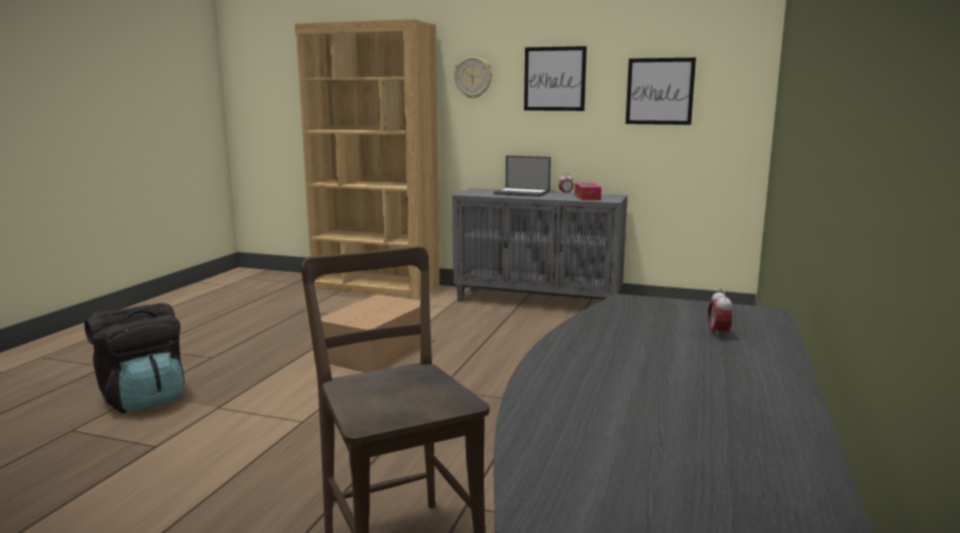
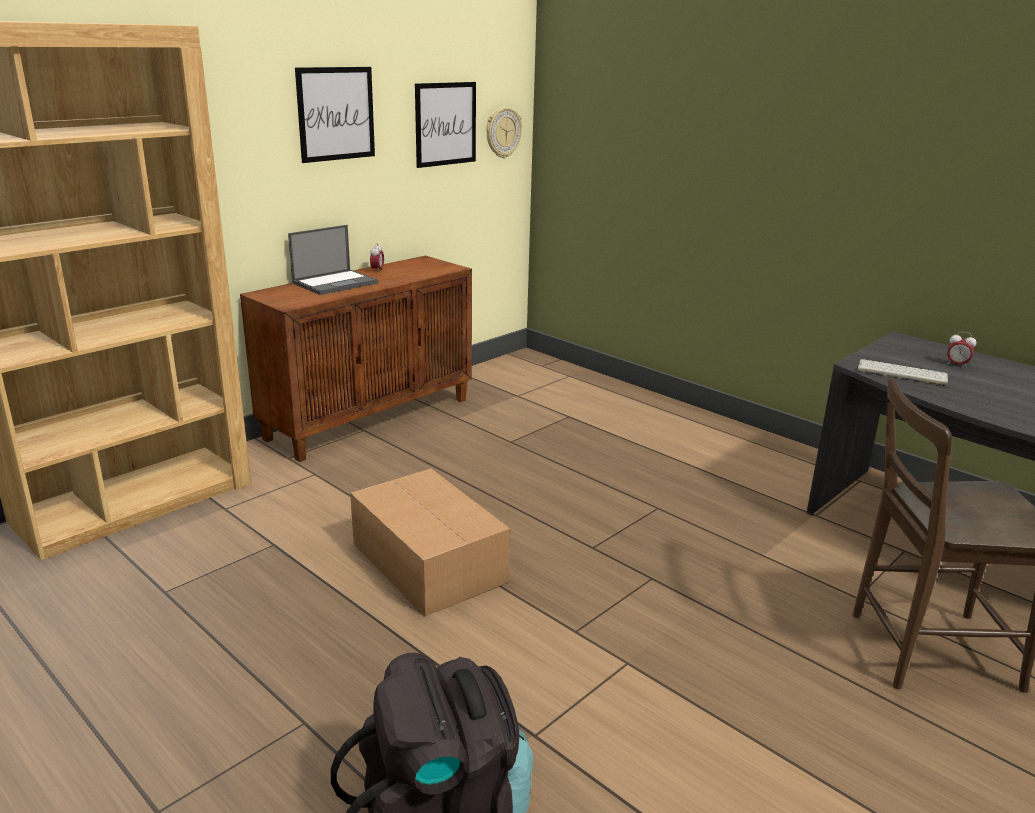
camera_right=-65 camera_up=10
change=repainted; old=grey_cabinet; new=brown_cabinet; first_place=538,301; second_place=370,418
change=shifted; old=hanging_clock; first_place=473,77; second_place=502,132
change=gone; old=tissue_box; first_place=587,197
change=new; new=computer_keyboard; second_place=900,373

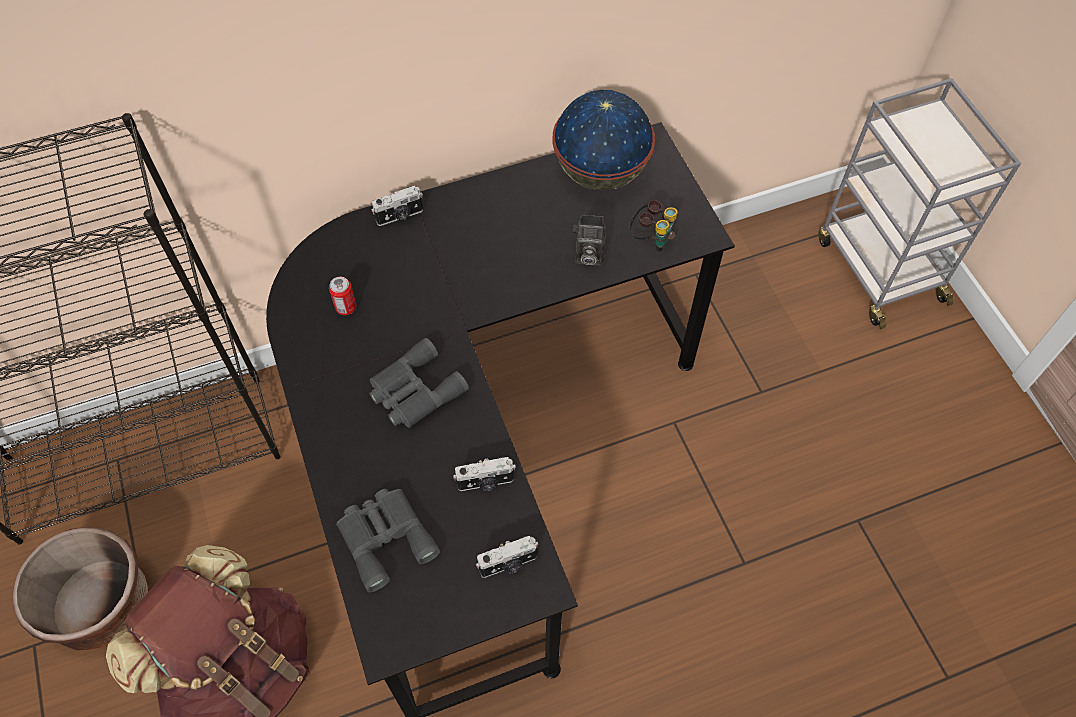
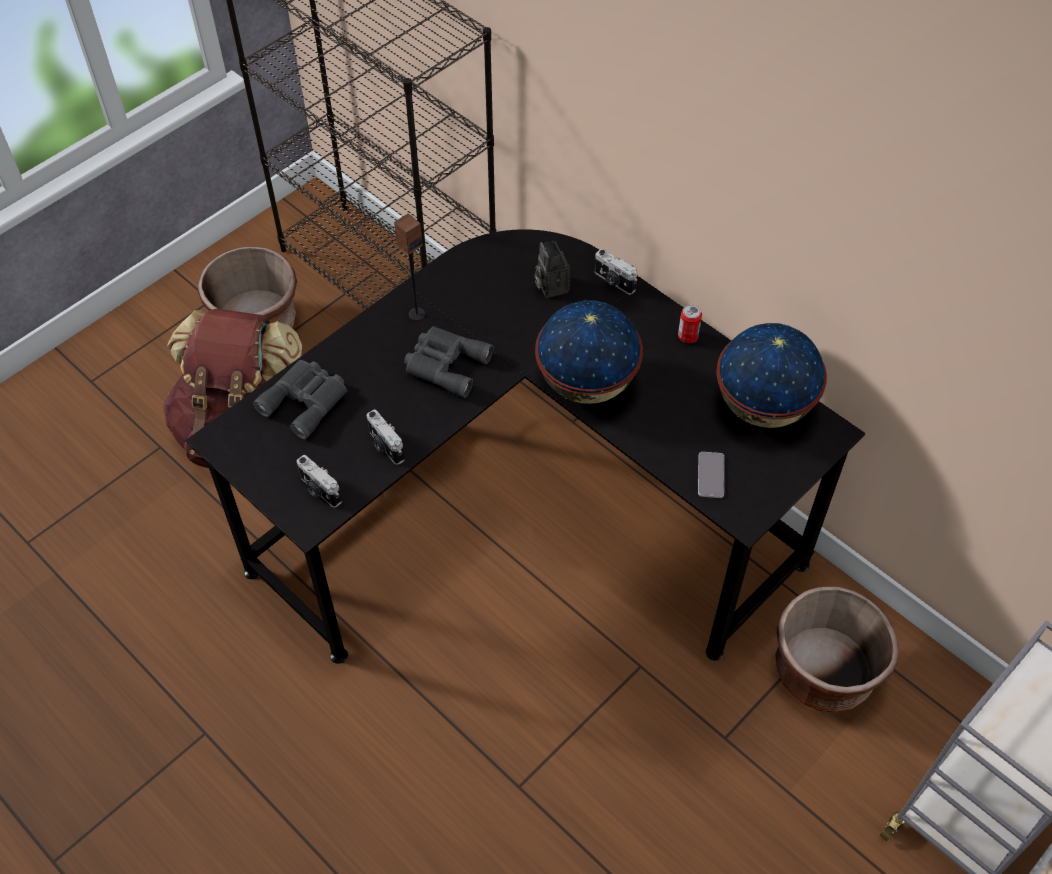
camera_right=65 camera_up=-5
change=shifted; old=metal_can; first_place=346,307; second_place=688,336
change=shifted; old=photo_camera; first_place=587,256; second_place=550,285
change=swapped; old=pair_of_binoculars; new=phone; first_place=652,239; second_place=711,475
change=new; new=speaker; second_place=416,314
change=new; new=desk_globe; second_place=587,383
change=new; new=brown_flower_pot; second_place=823,672

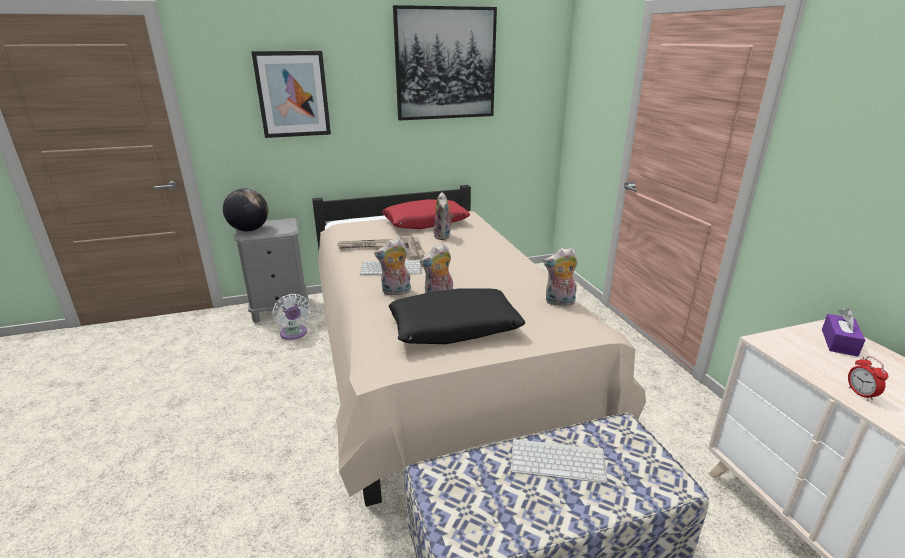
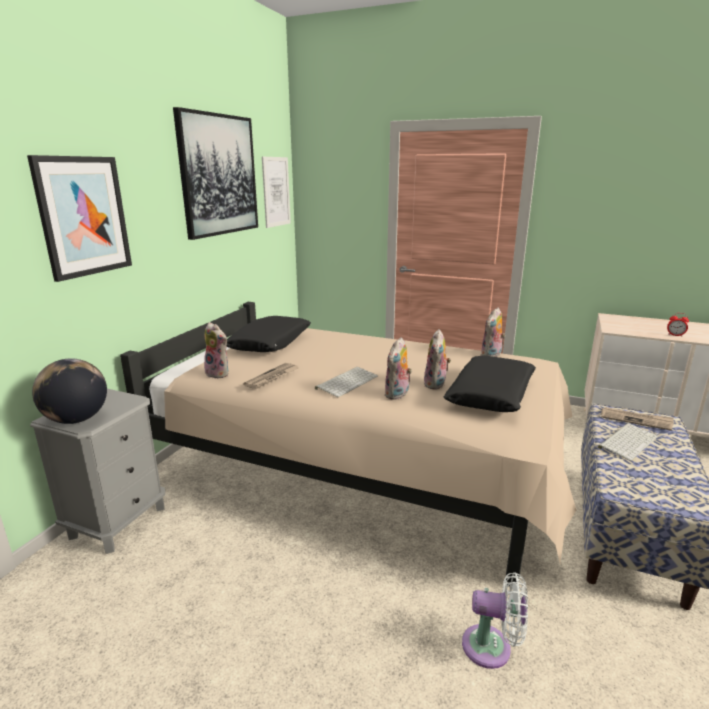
camera_right=-50 camera_up=-5
change=shifted; old=whitish_electric_fan; first_place=294,334; second_place=492,647
change=repainted; old=red_throw_pillow; new=black-coloured_throw_pillow; first_place=425,223; second_place=270,343
change=shifted; old=newspaper; first_place=413,249; second_place=636,420
change=shifted; old=soft_toy; first_place=443,236; second_place=219,373
change=gone; old=purplish_tissue_box; first_place=839,342
change=new; new=wall_art; second_place=276,192

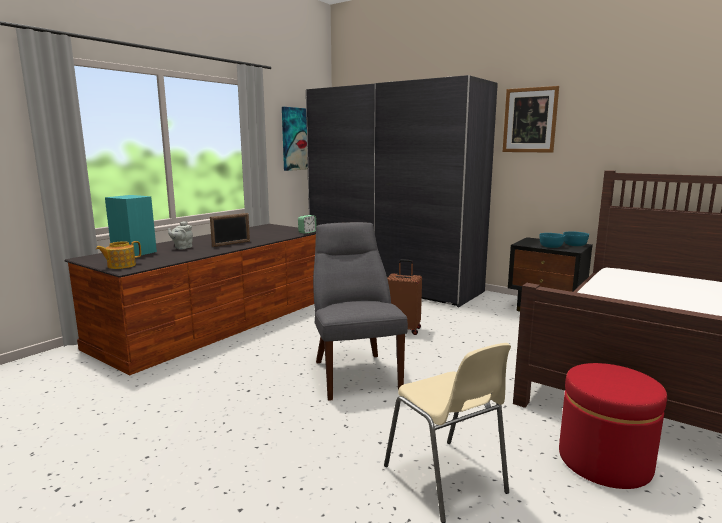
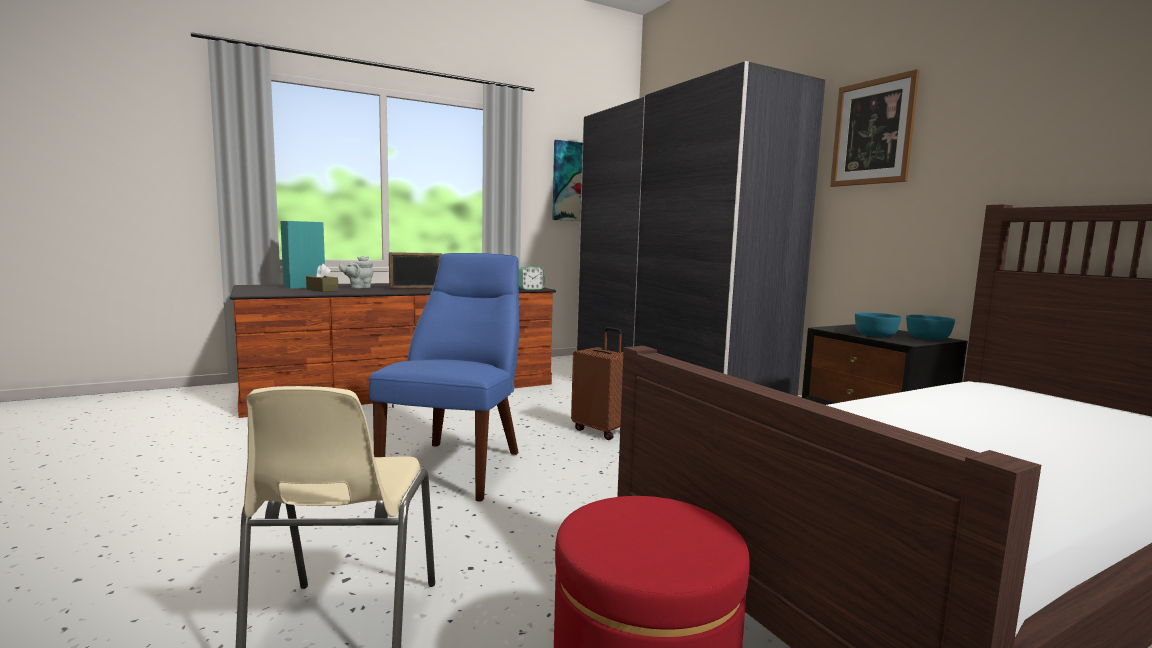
camera_right=25 camera_up=-5
change=gone; old=teapot; first_place=120,266
change=repainted; old=grey_plain_chair; new=blue-coloured_plain_chair; first_place=355,373; second_place=457,466
change=new; new=brown_tissue_box; second_place=322,290

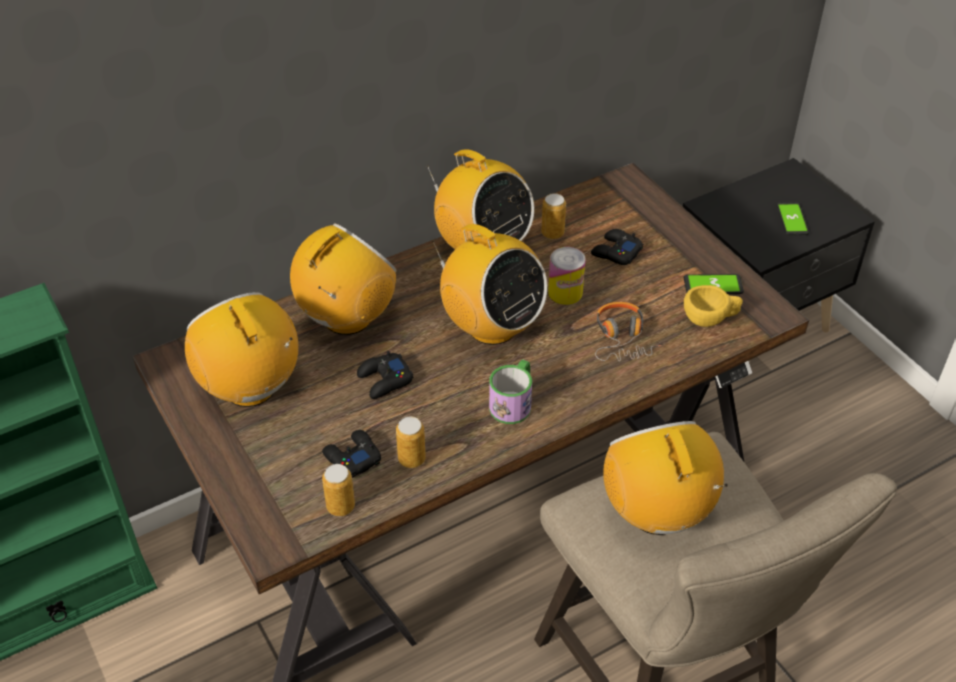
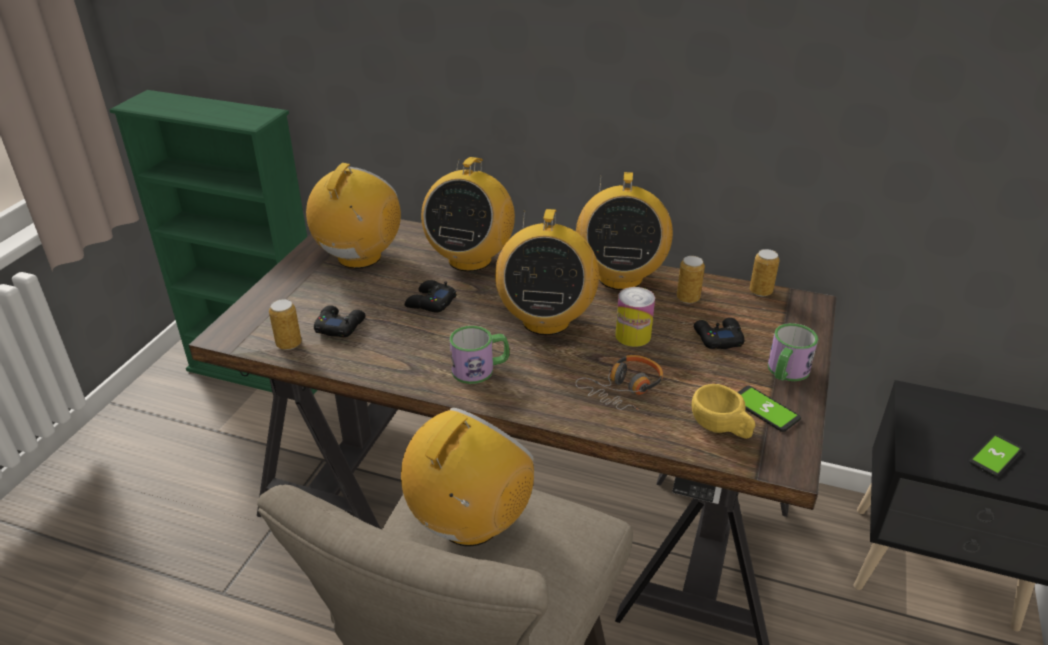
camera_right=50 camera_up=-10
change=rotated; old=radio_set; first_place=347,318; second_place=470,259; degrees=105
change=shifted; old=metal_can; first_place=411,459; second_place=760,291
change=new; new=mug; second_place=785,372

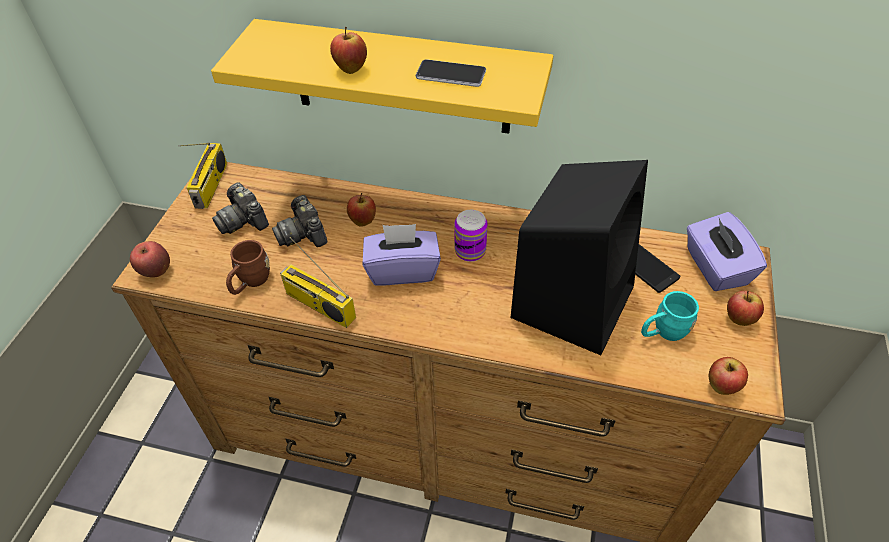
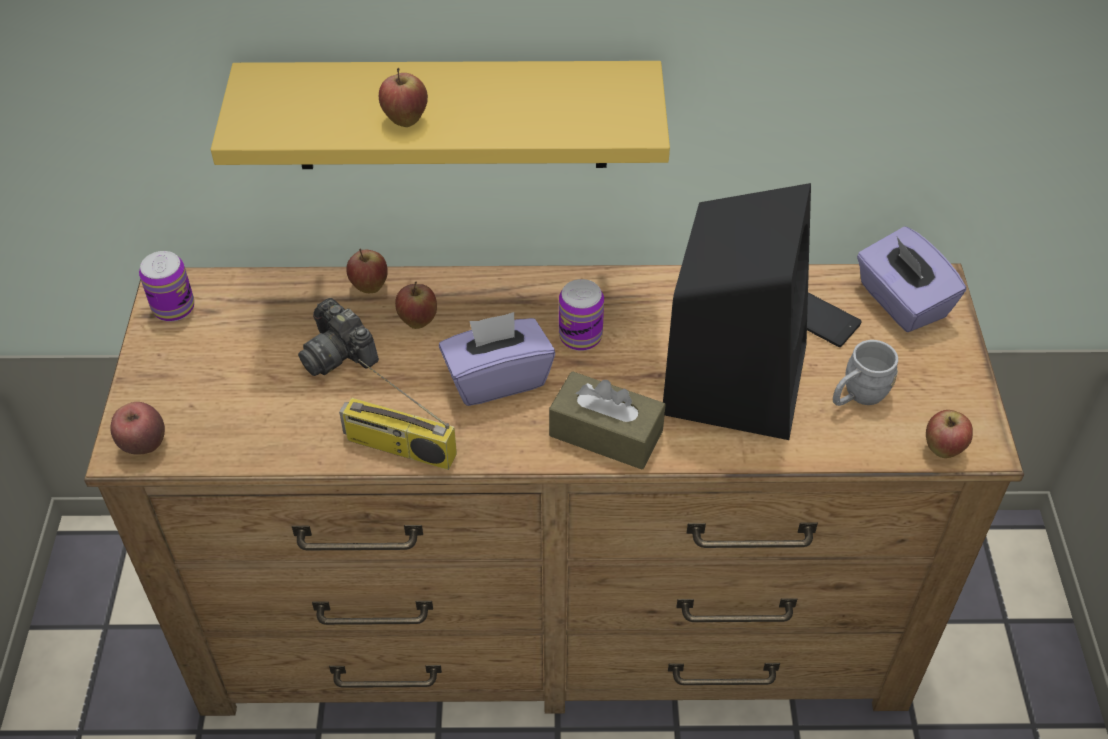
camera_right=-15 camera_up=0
change=swapped; old=radio_set; new=metal_can; first_place=212,186; second_place=173,308
change=gone; old=photo_camera; first_place=243,220
change=gone; old=brown_mug; first_place=250,282
change=gone; old=phone; first_place=451,74
change=repainted; old=turquoise_mug; new=grey_mug; first_place=663,332; second_place=857,396
change=shifted; old=apple_fruit; first_place=738,319; second_place=369,287
change=new; new=brown_tissue_box; second_place=606,433

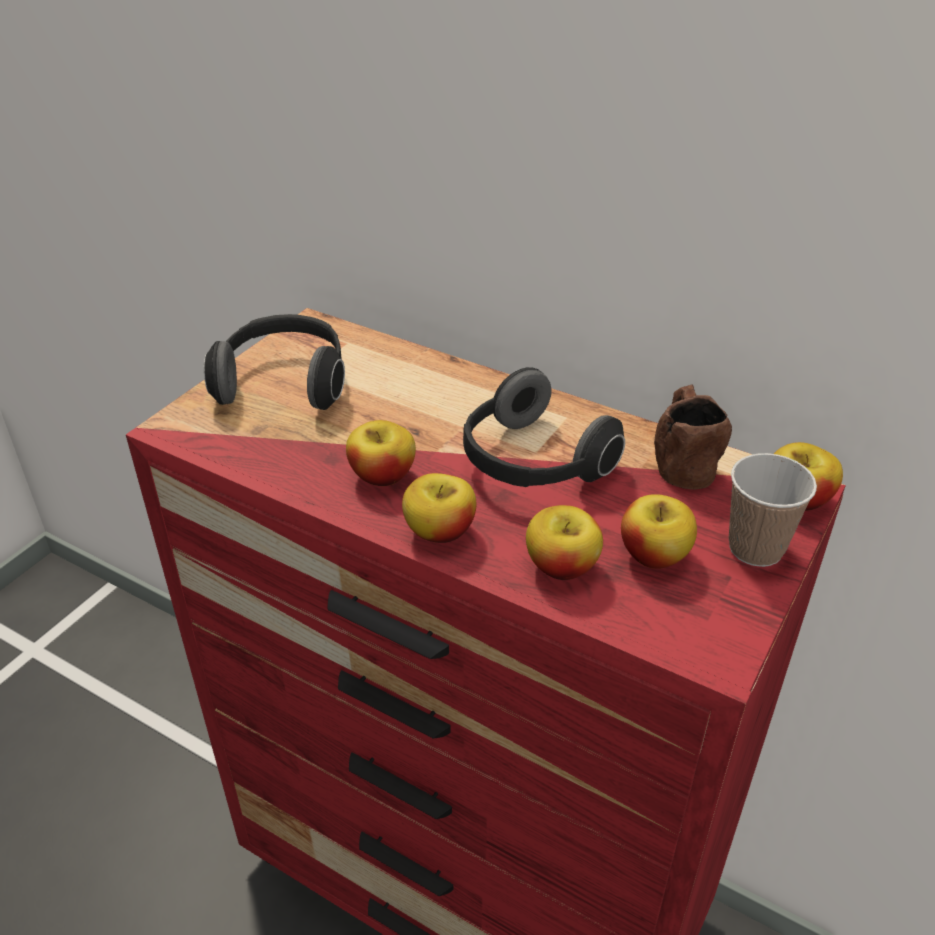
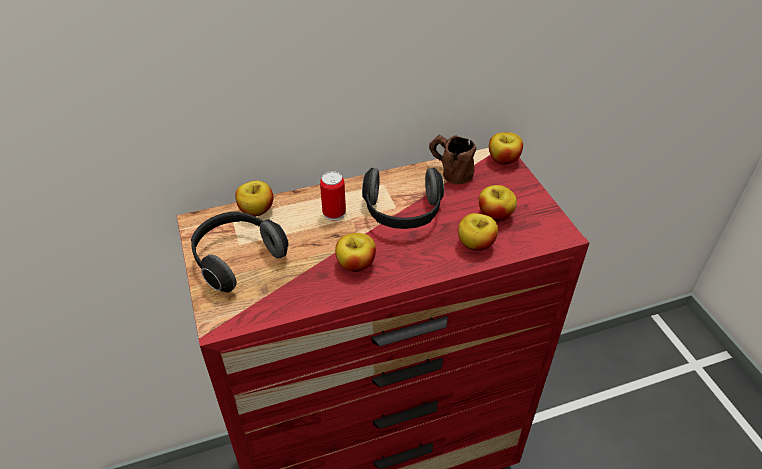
camera_right=-50 camera_up=5
change=shifted; old=apple_fruit; first_place=440,531; second_place=256,210
change=gone; old=small_cup; first_place=755,548
change=new; new=metal_can; second_place=334,213

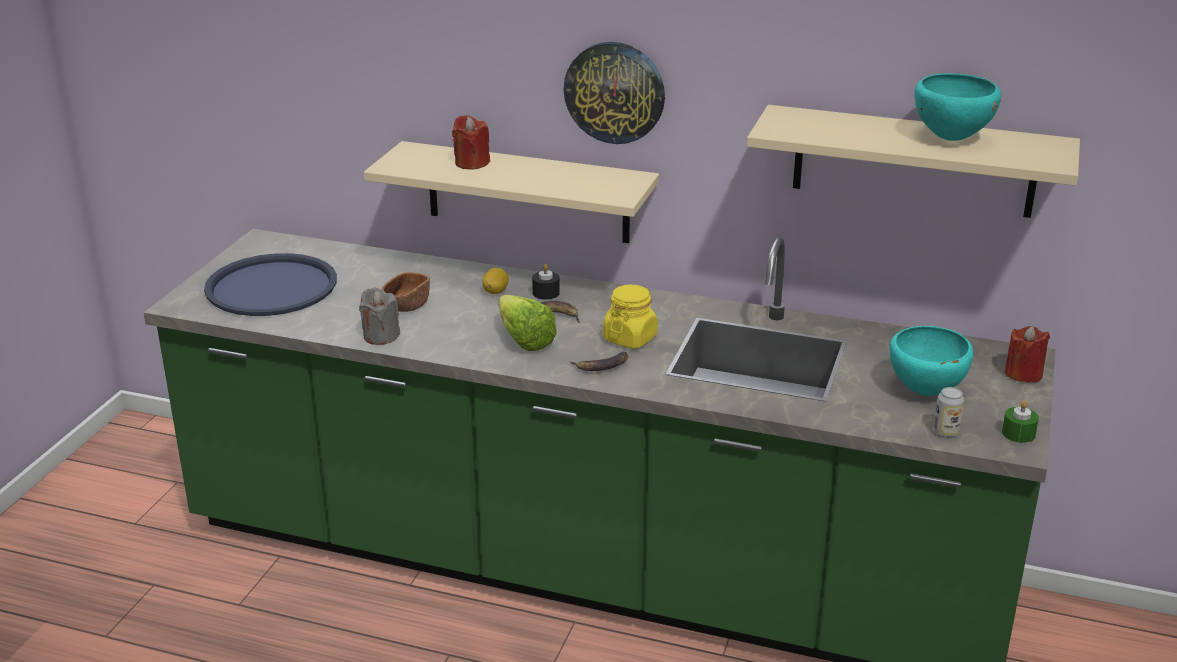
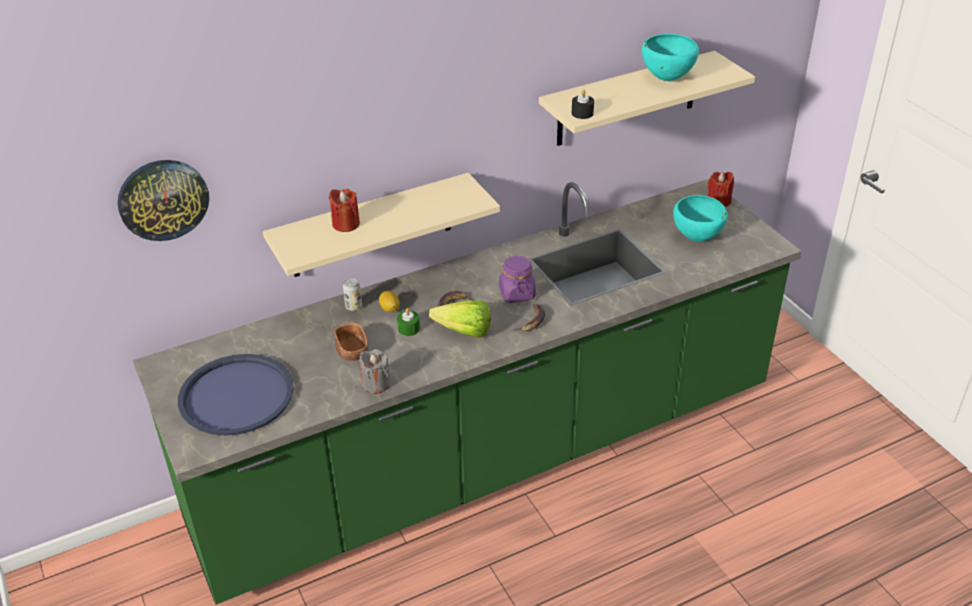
camera_right=-45 camera_up=10
change=shifted; old=black-coloured_candle; first_place=546,293; second_place=582,113
change=shifted; old=hanging_clock; first_place=615,92; second_place=163,199
change=repainted; old=yellow_jar; new=purplish_jar; first_place=630,338; second_place=517,293
change=shifted; old=metal_can; first_place=946,432; second_place=353,306
change=shifted; old=green-coloured_candle; first_place=1018,433; second_place=408,328

